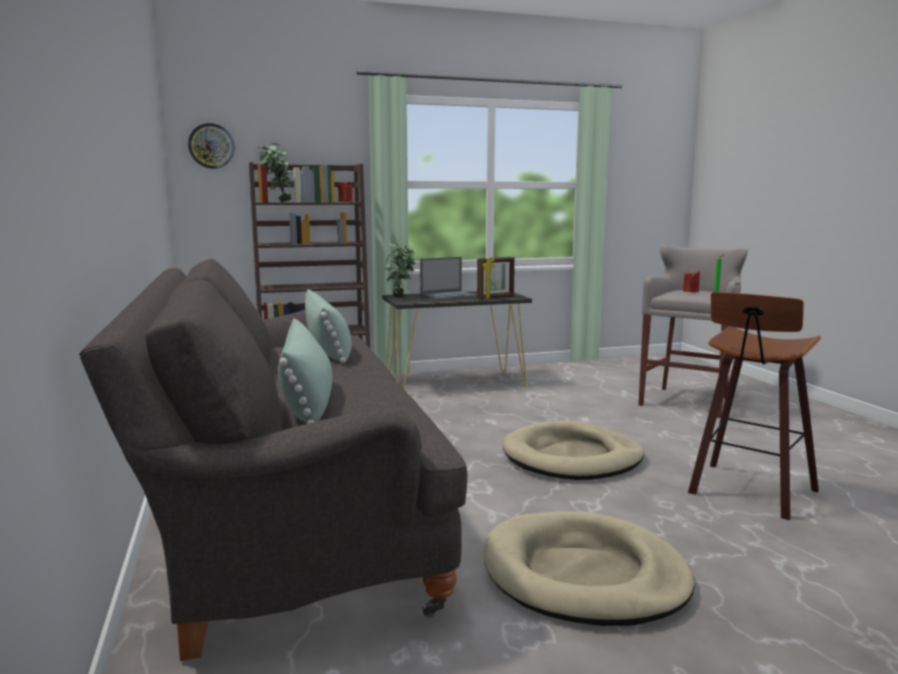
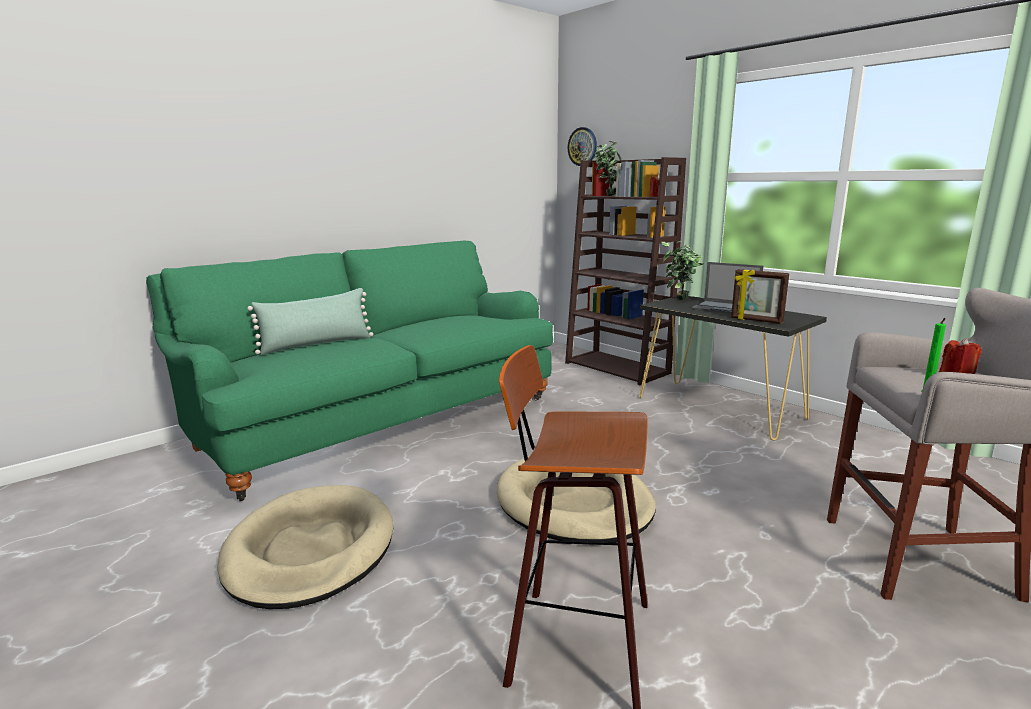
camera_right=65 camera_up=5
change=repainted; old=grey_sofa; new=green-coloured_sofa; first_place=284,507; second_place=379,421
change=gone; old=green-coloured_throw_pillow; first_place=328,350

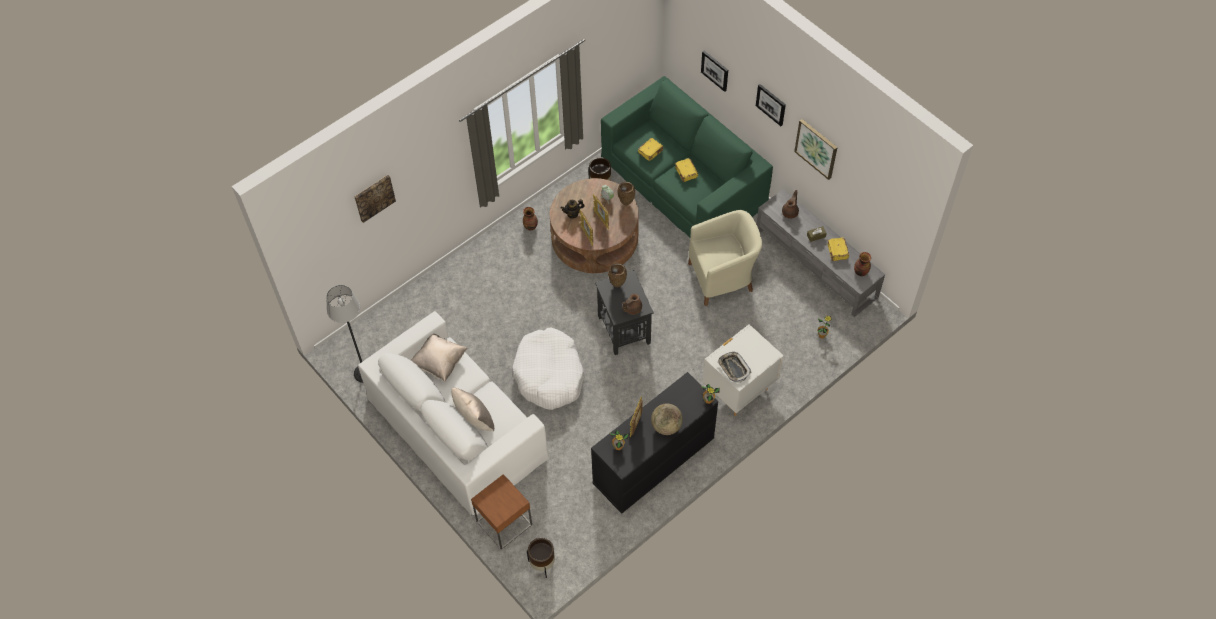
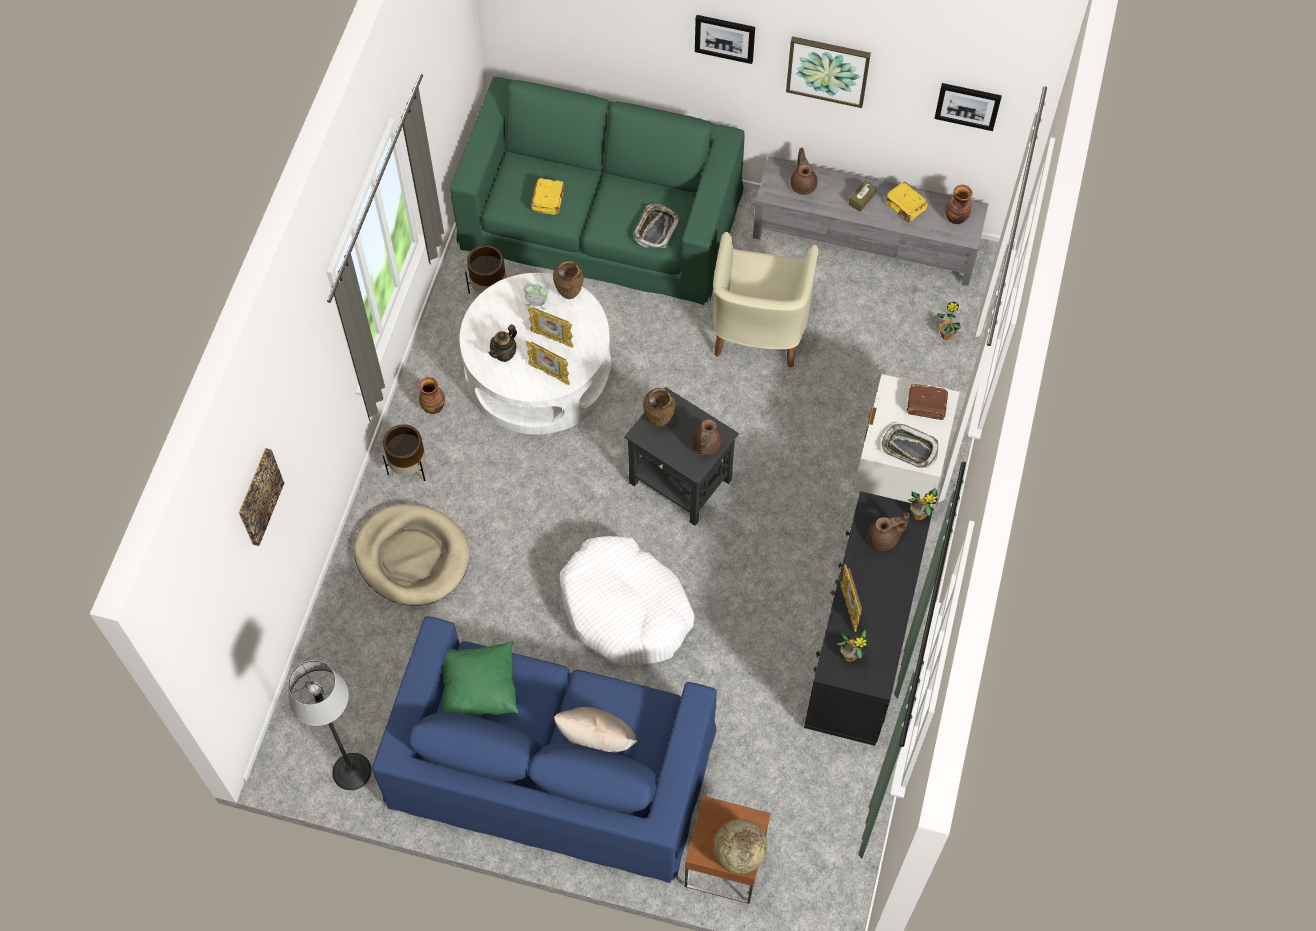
camera_right=-35 camera_up=5
change=repainted; old=whitish_sofa; new=blue-coloured_sofa; first_place=456,427; second_place=551,767
change=repainted; old=sand-coloured_throw_pillow; new=green-coloured_throw_pillow; first_place=439,362; second_place=479,689
change=shifted; old=brown_flower_pot; first_place=542,564; second_place=408,467
change=repainted; old=brown_low_table; new=whitish_low_table; first_place=594,237; second_place=538,370
change=shifted; old=desk_globe; first_place=666,426; second_place=739,853
change=gone; old=yellow_volume; first_place=686,173
change=rotated; old=sand-coloured_easy_chair; first_place=722,278; second_place=758,329; degrees=150
change=shifted; old=wall_art; first_place=715,70; second_place=968,105
change=new; new=sand-coloured_pet_bed; second_place=412,556
change=new; new=serving_tray; second_place=656,229
change=new; new=brown_teapot; second_place=884,538
change=new; new=brown_volume; second_place=927,406

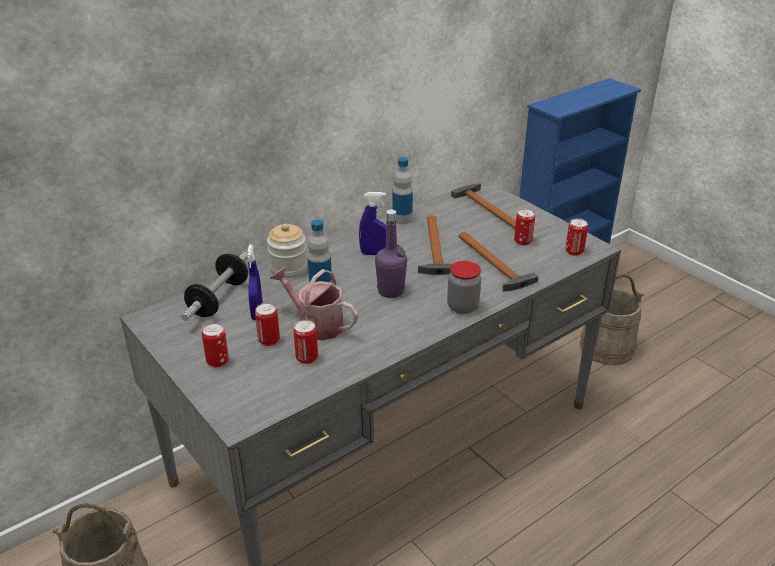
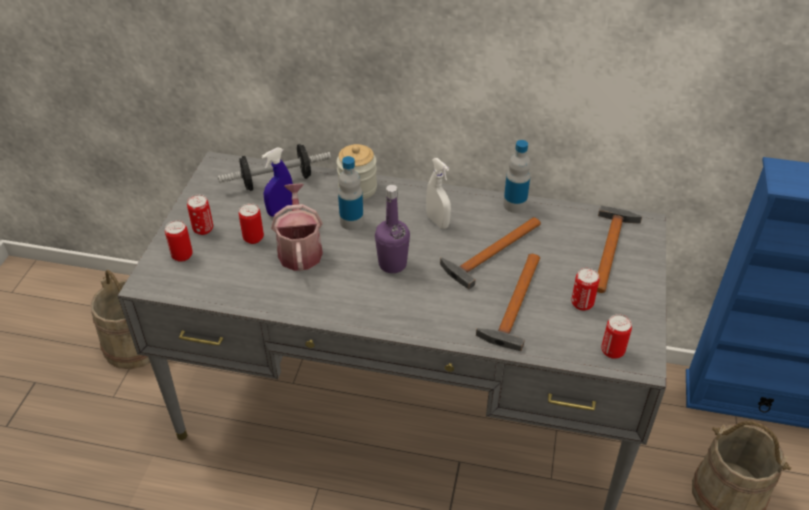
camera_right=50 camera_up=10
change=shifted; old=metal_can; first_place=307,358; second_place=182,255
change=repainted; old=blue-coloured_sprayer; new=whitish_sprayer; first_place=374,254; second_place=437,221
change=gone; old=jar; first_place=462,307

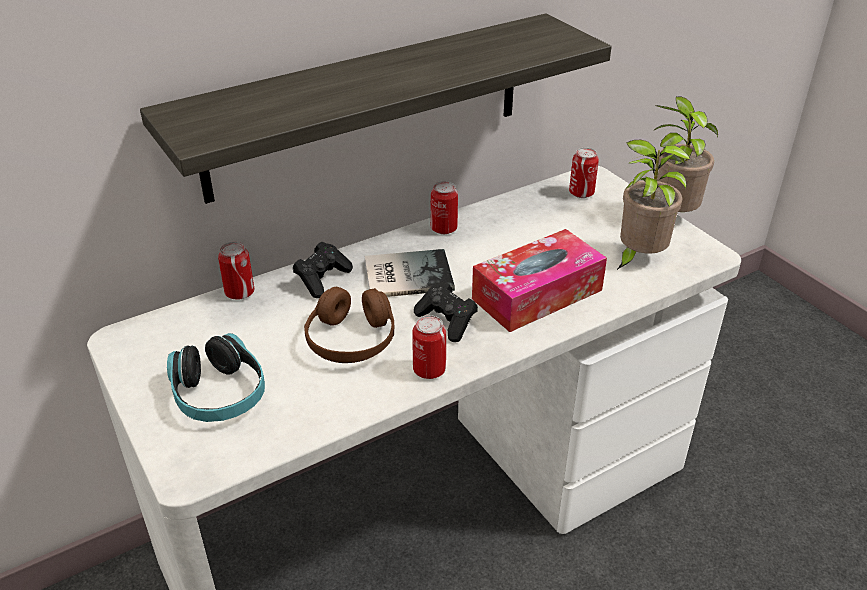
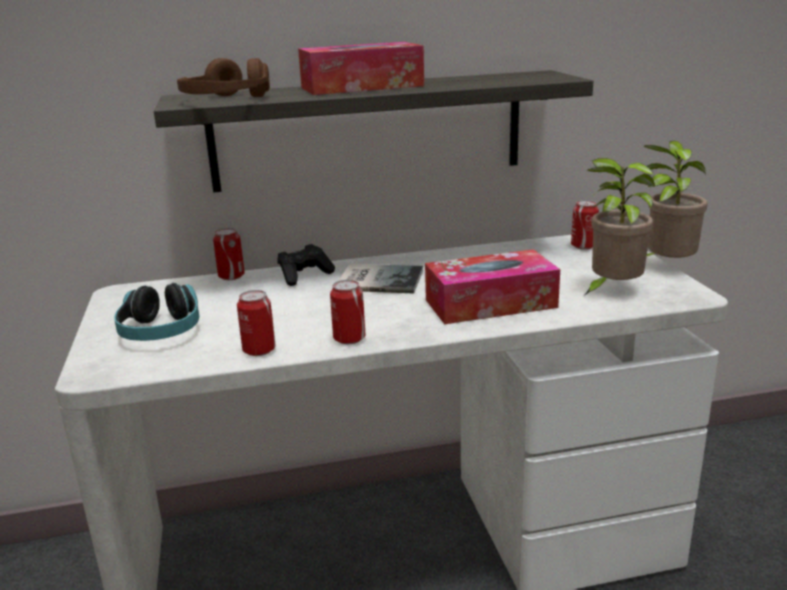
camera_right=20 camera_up=-15
change=shifted; old=brown_pair_of_headphones; first_place=351,340; second_place=226,100
change=gone; old=black-coloured_joypad; first_place=447,321
change=shifted; old=metal_can; first_place=444,229; second_place=259,350
change=new; new=tissue_box; second_place=361,87

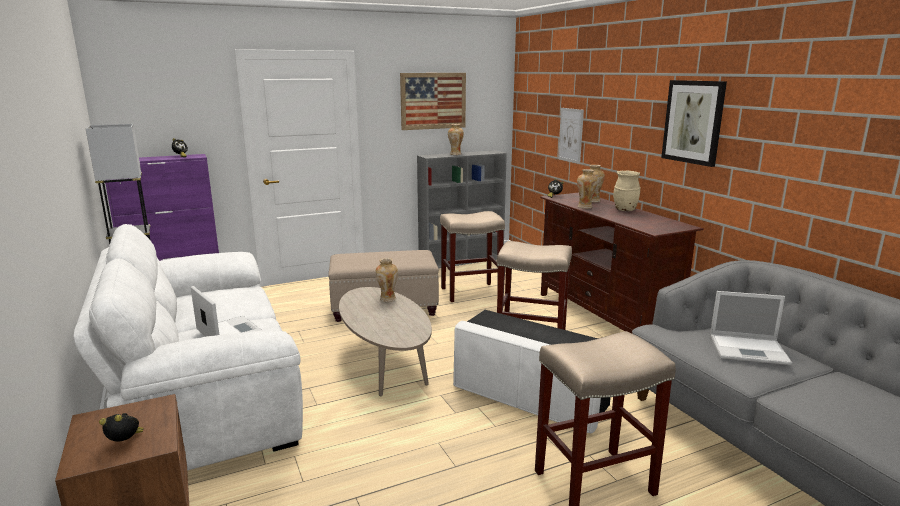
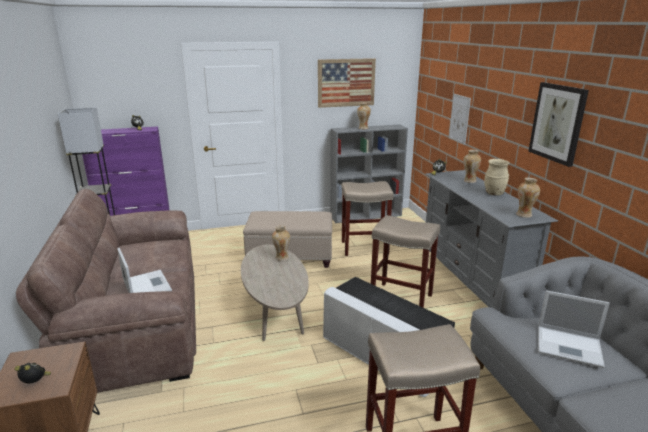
camera_right=10 camera_up=5
change=repainted; old=whitish_sofa; new=brown_sofa; first_place=205,394; second_place=135,324
change=repainted; old=brown_tv_stand; new=grey_tv_stand; first_place=604,317; second_place=471,282
change=shifted; old=flower_vase; first_place=585,207; second_place=524,215

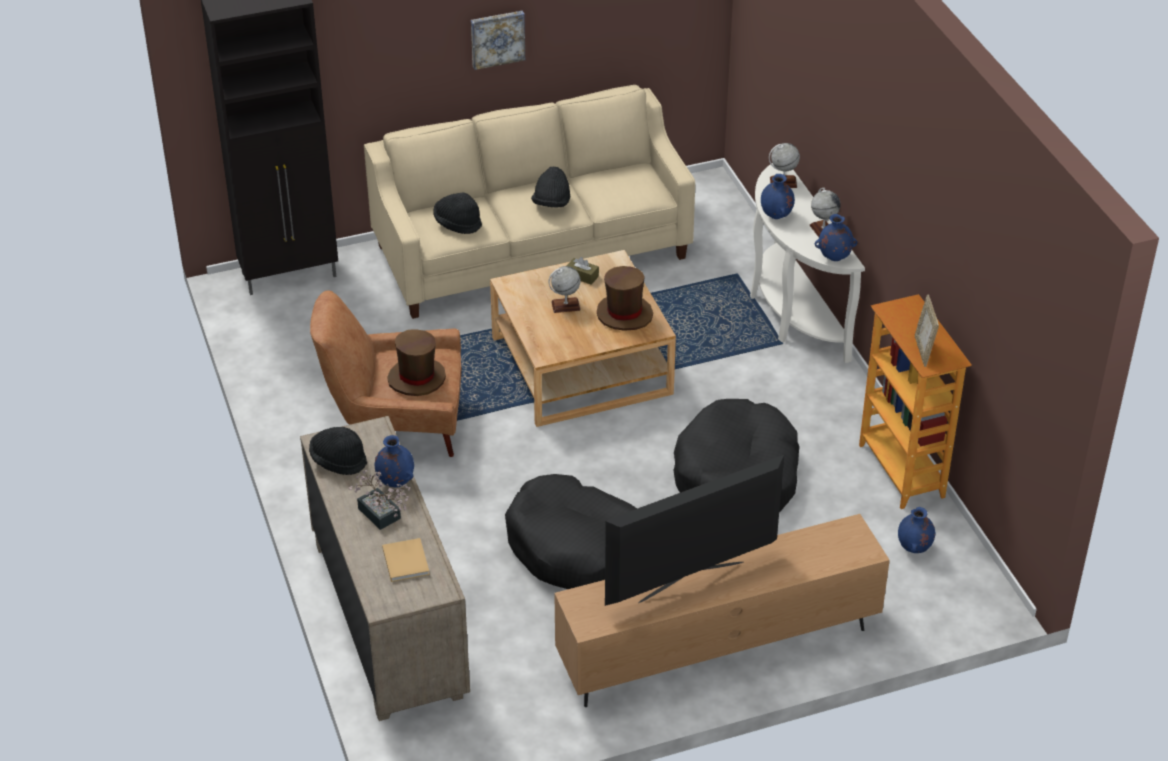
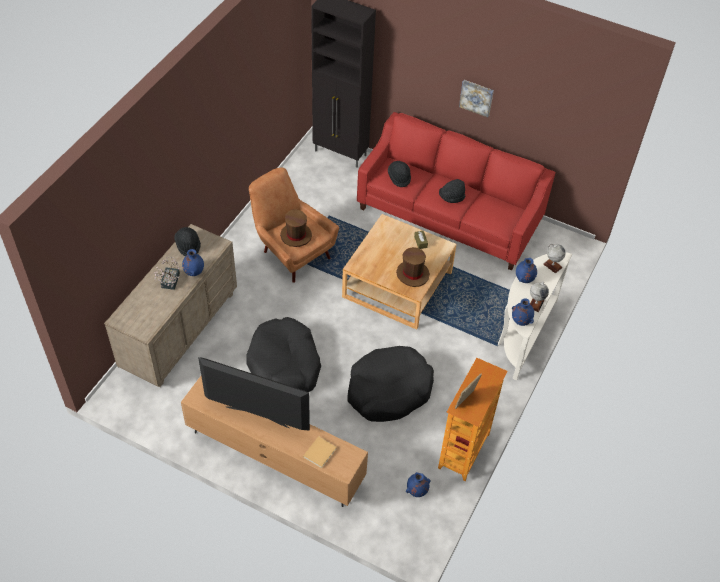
camera_right=45 camera_up=10
change=repainted; old=sand-coloured_sofa; new=red_sofa; first_place=532,251; second_place=449,216
change=shifted; old=sand-coloured_volume; first_place=405,560; second_place=320,452
change=gone; old=desk_globe; first_place=565,306

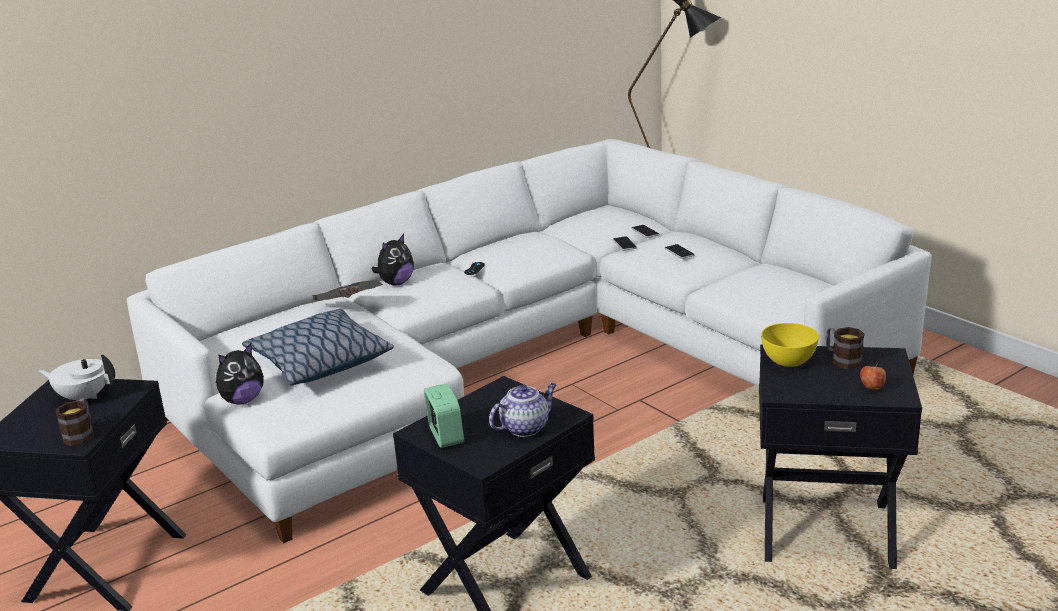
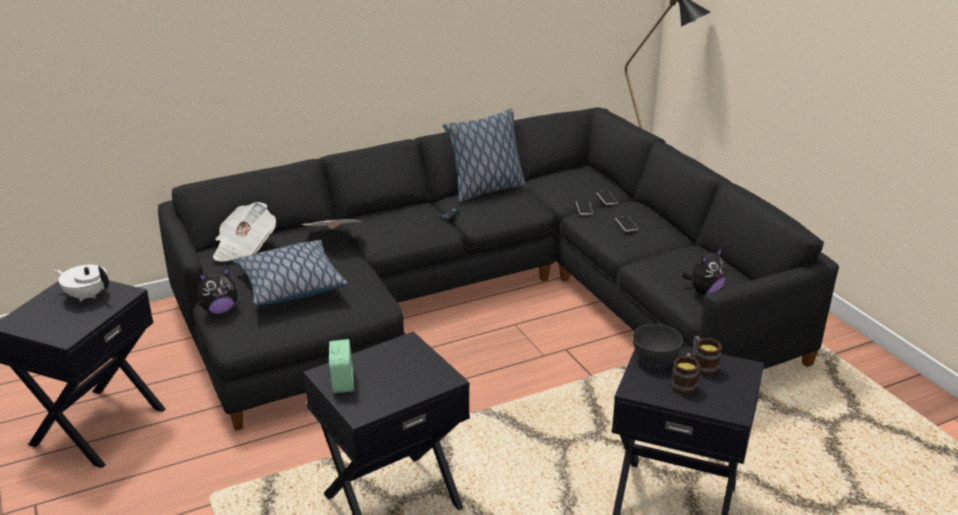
camera_right=10 camera_up=5
change=shifted; old=mug; first_place=81,434; second_place=684,383
change=repainted; old=whitish_sofa; new=black-coloured_sofa; first_place=524,366; second_place=482,300
change=shifted; old=soft_toy; first_place=396,283; second_place=704,291
change=gone; old=teapot; first_place=525,427
change=repainted; old=yellow_deep_dish; new=grey_deep_dish; first_place=789,361; second_place=655,359
change=gone; old=apple_fruit; first_place=872,388
change=new; new=newspaper; second_place=244,249
change=new; new=throw_pillow; second_place=486,190

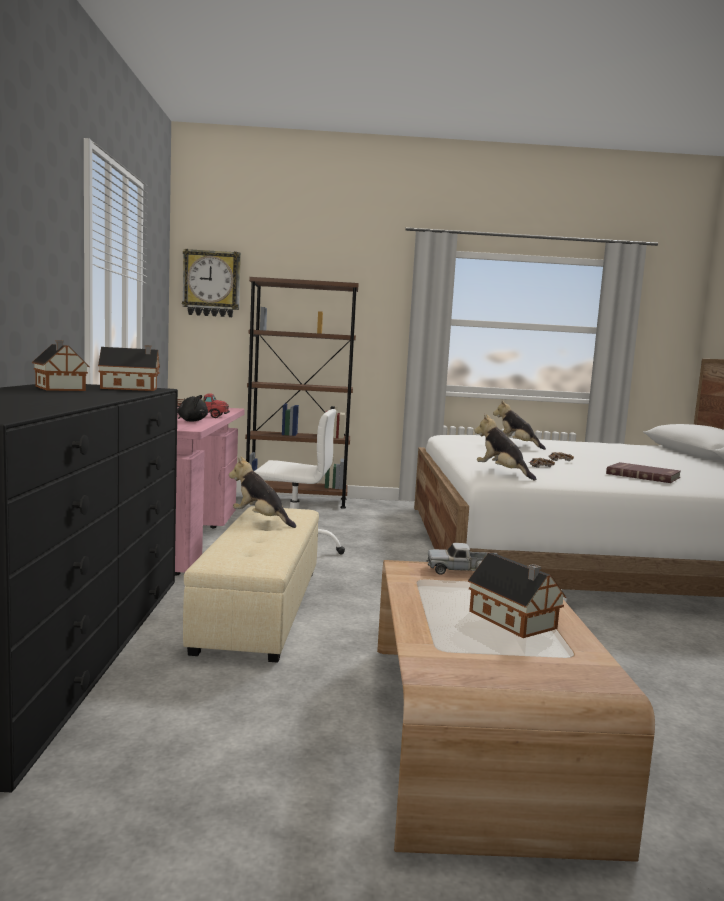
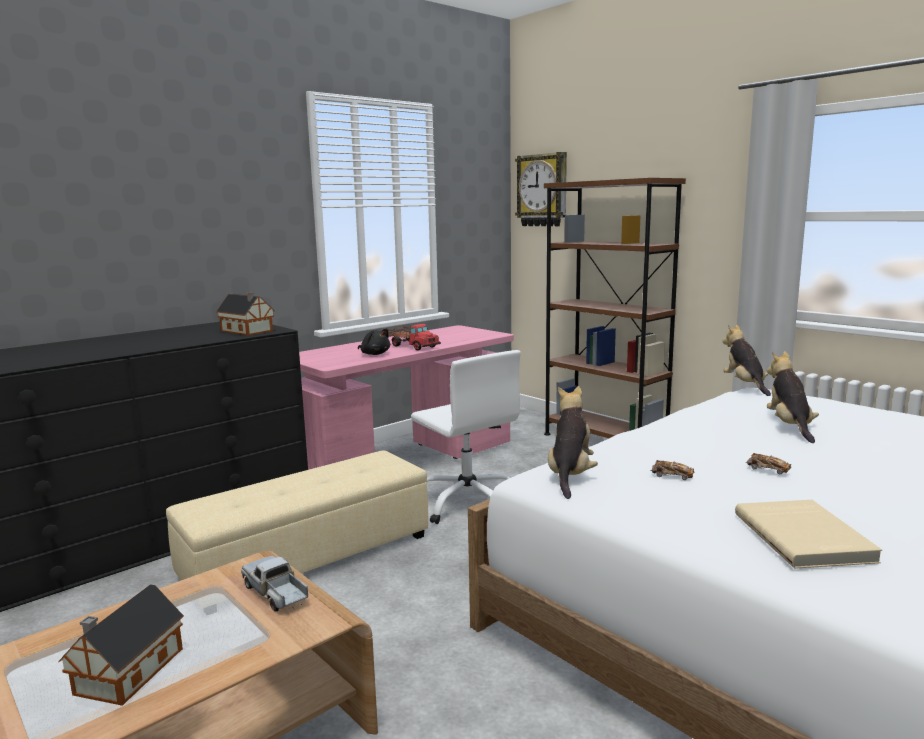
camera_right=50 camera_up=5
change=gone; old=model_house; first_place=60,388
change=shifted; old=soft_toy; first_place=261,520; second_place=745,385
change=repainted; old=red_volume; new=sand-coloured_volume; first_place=643,475; second_place=805,537

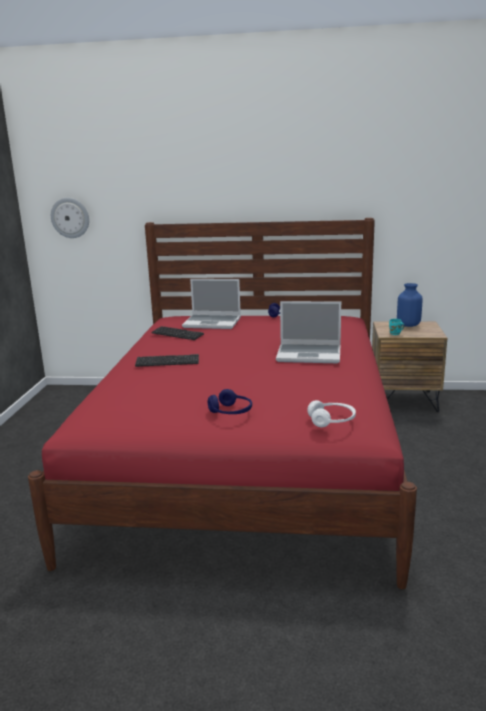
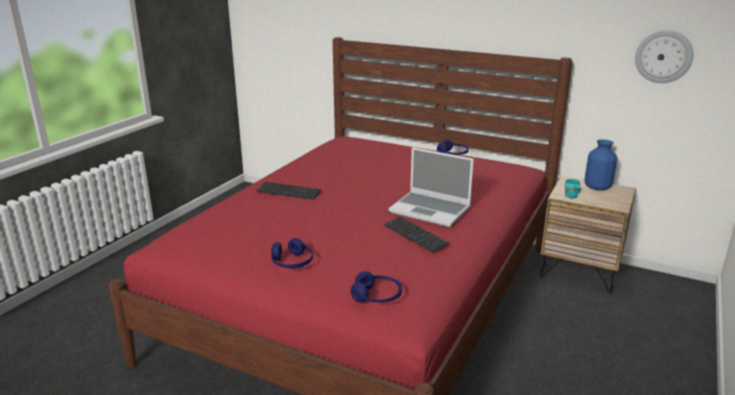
camera_right=20 camera_up=5
change=shifted; old=hanging_clock; first_place=70,218; second_place=663,56
change=shifted; old=computer_keyboard; first_place=177,334; second_place=415,235
change=gone; old=notebook_computer; first_place=213,323
change=repainted; old=whitish_pair_of_headphones; new=blue-coloured_pair_of_headphones; first_place=332,421; second_place=377,296

